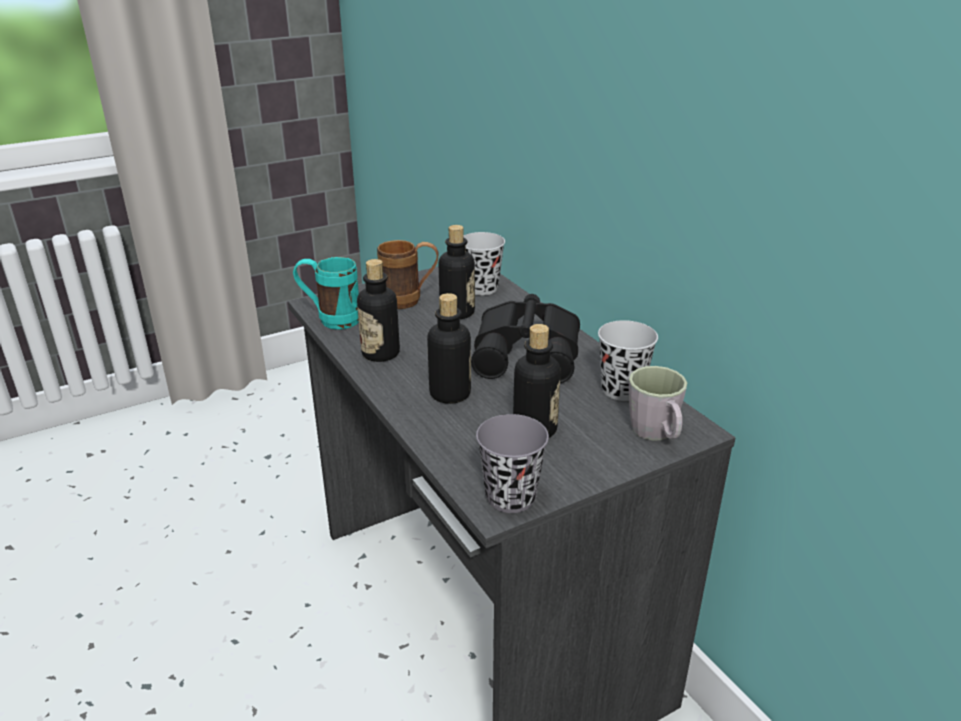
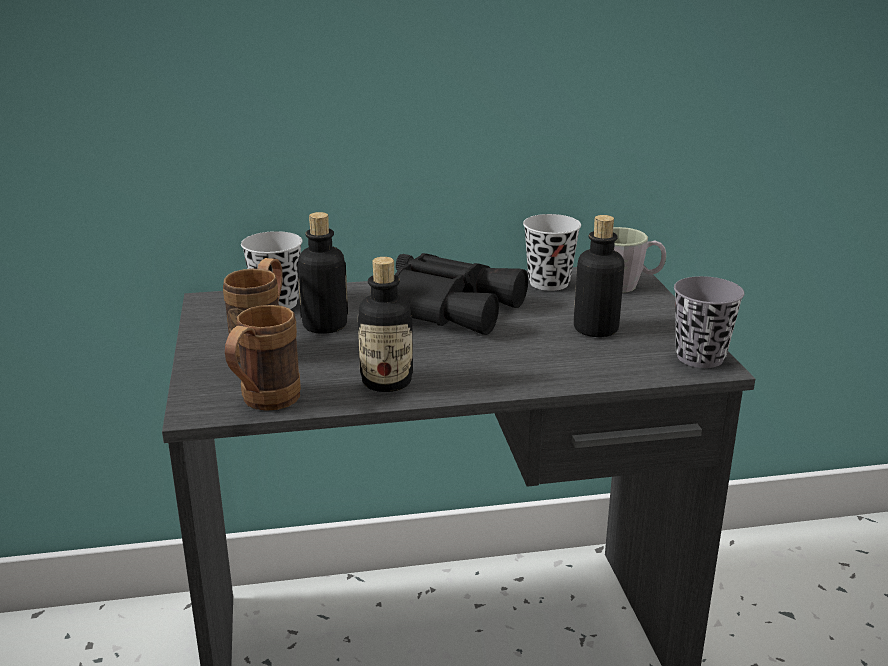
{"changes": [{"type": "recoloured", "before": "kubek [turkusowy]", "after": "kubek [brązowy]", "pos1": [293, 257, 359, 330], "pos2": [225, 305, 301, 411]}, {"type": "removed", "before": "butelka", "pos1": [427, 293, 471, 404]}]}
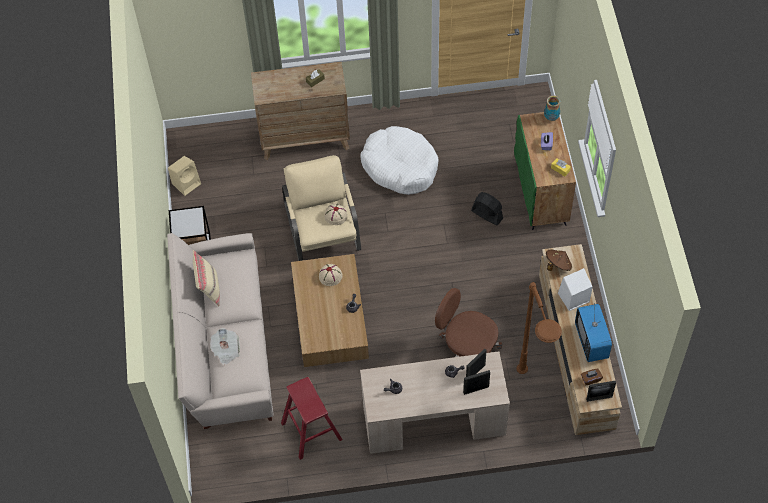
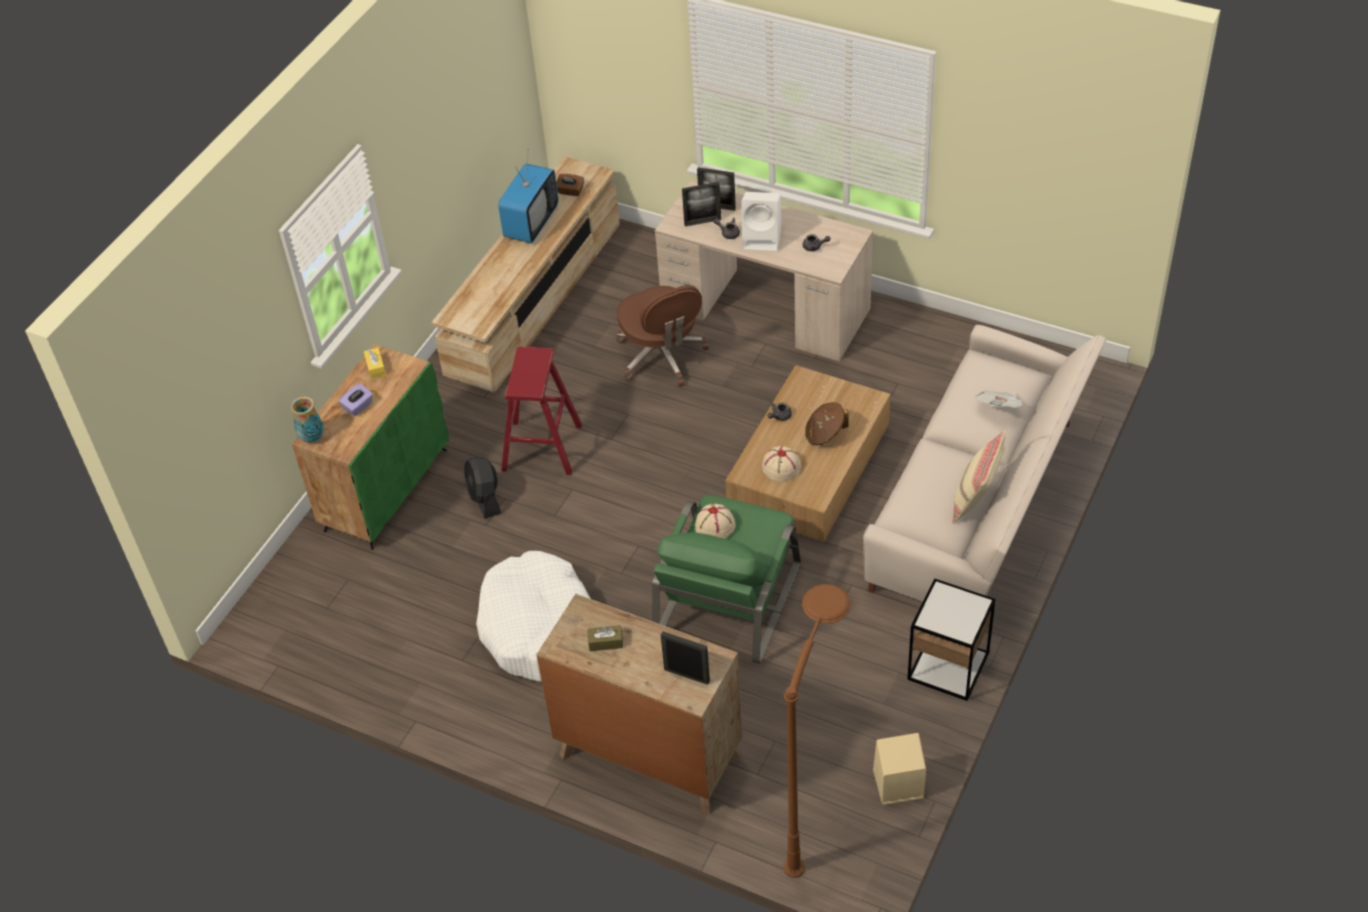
{"changes": [{"type": "recoloured", "before": "fotel [beżowy]", "after": "fotel [zielony]", "pos1": [282, 155, 361, 261], "pos2": [652, 495, 801, 664]}, {"type": "moved", "before": "kapelusz [brązowy]", "pos1": [546, 250, 572, 271], "pos2": [805, 402, 849, 445]}, {"type": "moved", "before": "głośnik [biały]", "pos1": [558, 268, 593, 311], "pos2": [741, 192, 781, 252]}, {"type": "moved", "before": "lampa stojąca [brązowy]", "pos1": [517, 282, 562, 374], "pos2": [783, 584, 851, 878]}, {"type": "moved", "before": "stołek [czerwony]", "pos1": [281, 377, 343, 460], "pos2": [501, 347, 582, 475]}, {"type": "moved", "before": "ramka na zdjęcie", "pos1": [586, 381, 616, 402], "pos2": [661, 631, 710, 685]}]}
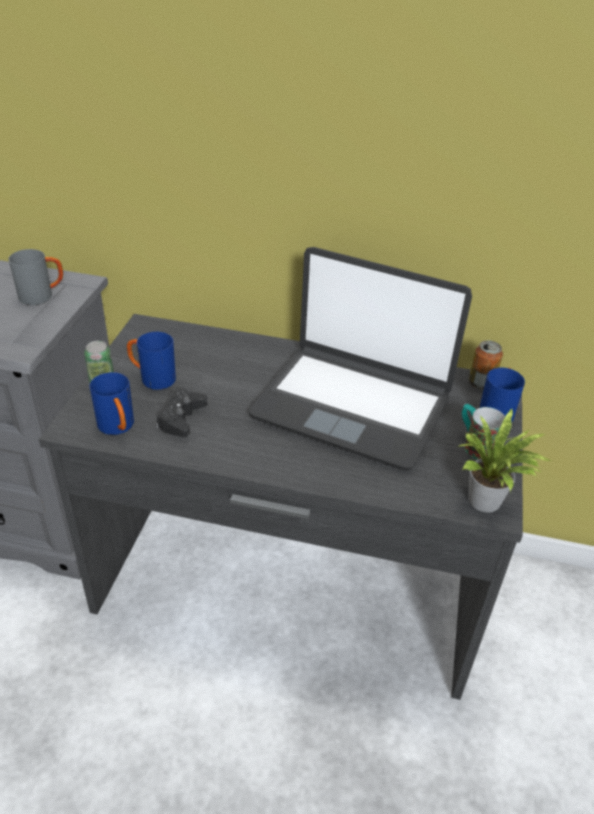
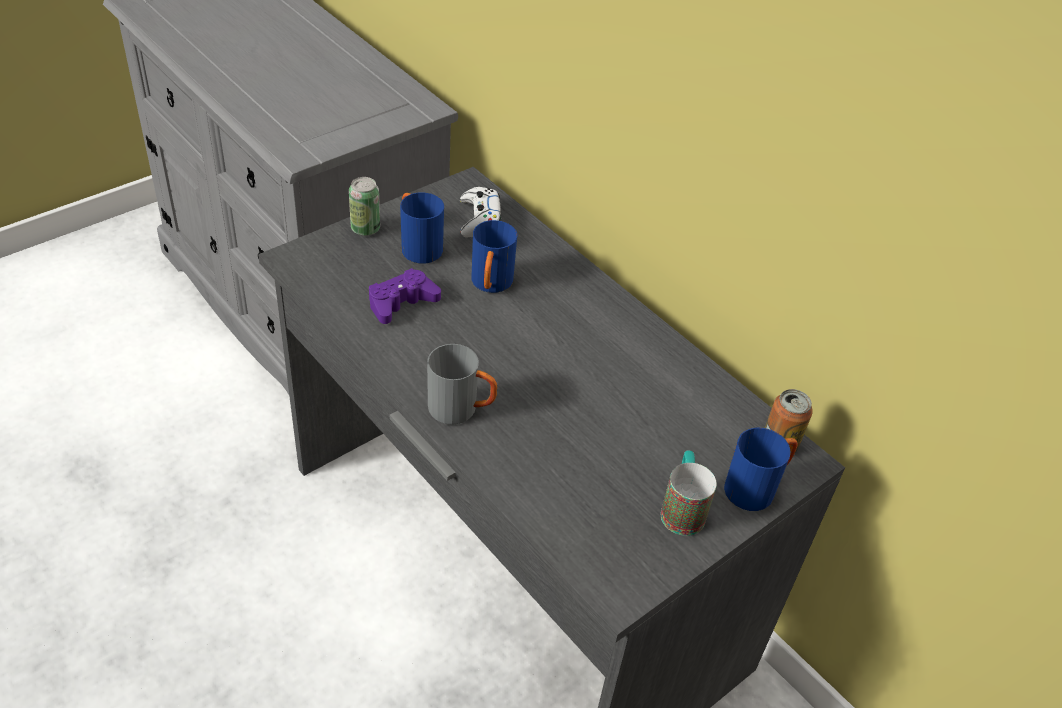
{"changes": [{"type": "removed", "before": "laptop", "pos1": [249, 247, 472, 471]}, {"type": "moved", "before": "kubek [szary]", "pos1": [8, 249, 63, 305], "pos2": [427, 344, 497, 425]}, {"type": "moved", "before": "kubek [niebieski]", "pos1": [90, 372, 134, 435], "pos2": [471, 220, 517, 293]}, {"type": "recoloured", "before": "pad do gier [czarny]", "after": "pad do gier [fioletowy]", "pos1": [156, 389, 207, 437], "pos2": [369, 268, 441, 324]}, {"type": "removed", "before": "roślina doniczkowa", "pos1": [457, 408, 551, 513]}, {"type": "added", "after": "pad do gier [biały]", "pos2": [460, 187, 501, 238]}]}
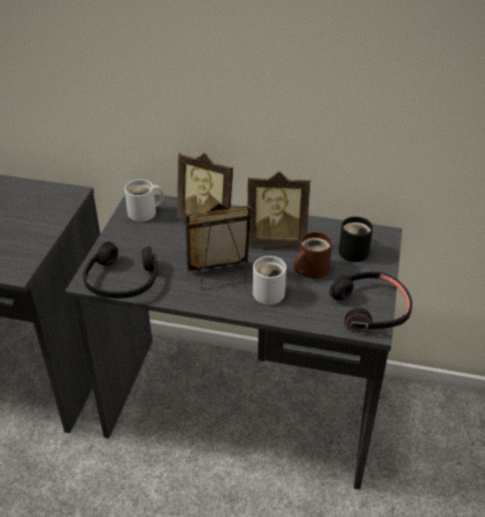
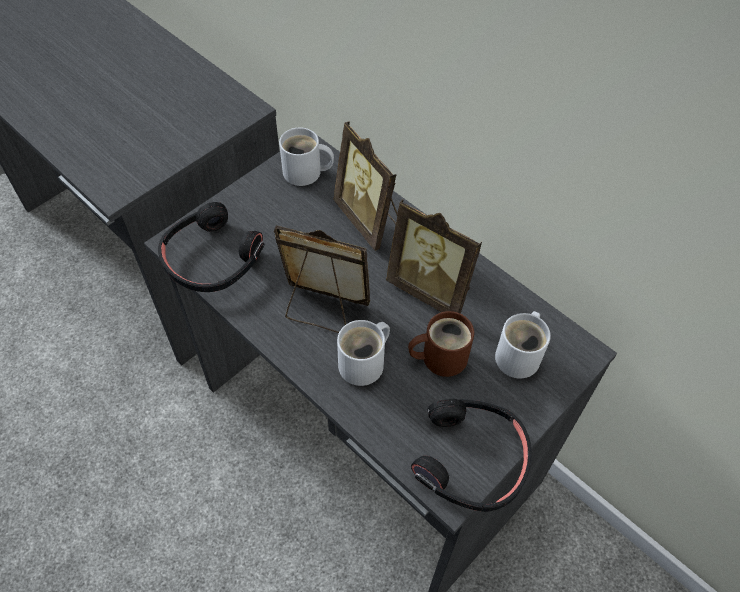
{"changes": [{"type": "recoloured", "before": "kubek [czarny]", "after": "kubek [biały]", "pos1": [339, 217, 373, 262], "pos2": [495, 311, 551, 379]}]}
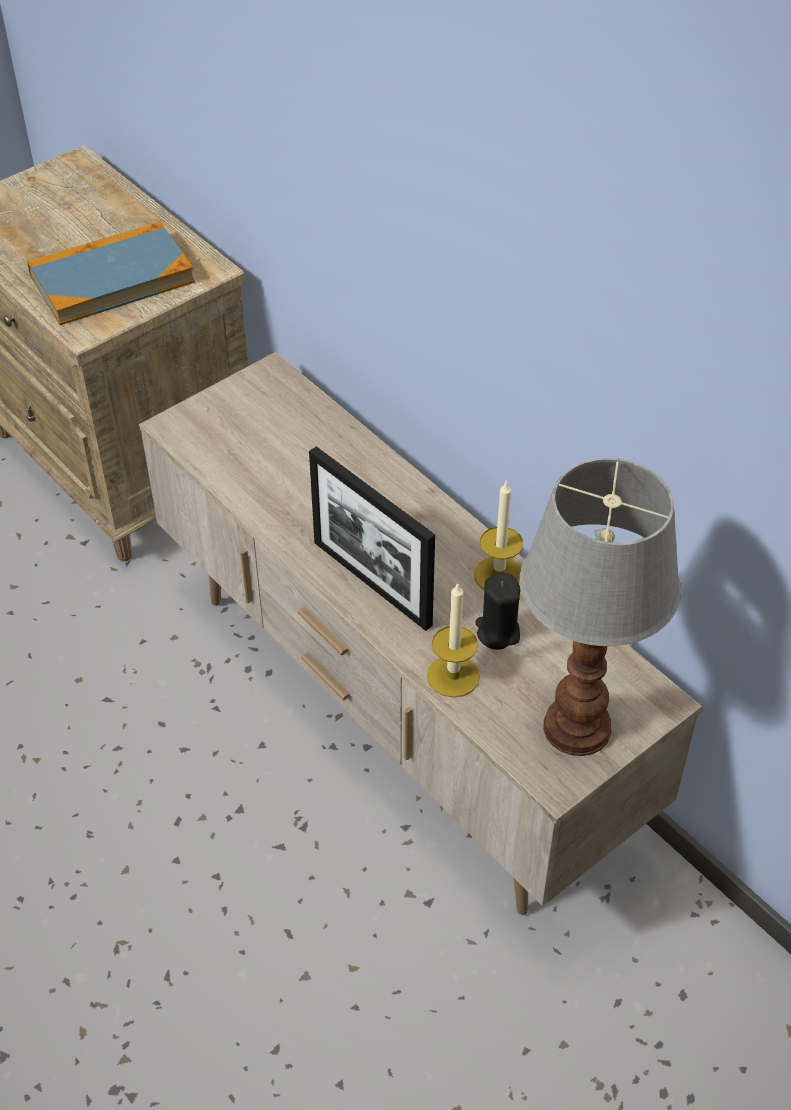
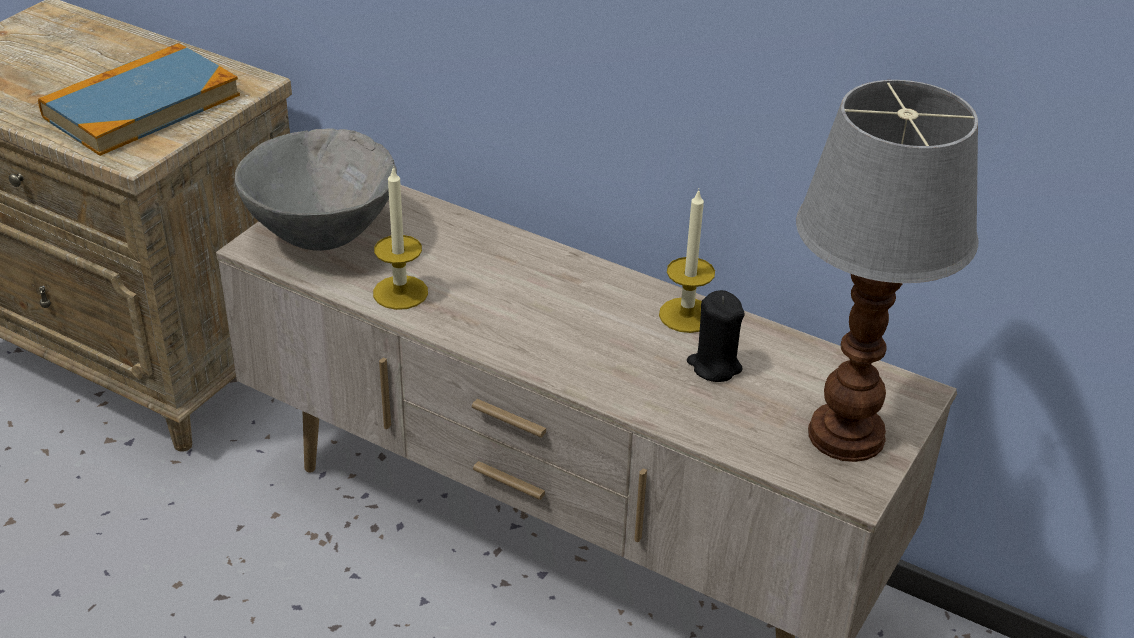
{"changes": [{"type": "removed", "before": "ramka na zdjęcie", "pos1": [309, 446, 435, 631]}, {"type": "moved", "before": "świeca", "pos1": [427, 582, 480, 698], "pos2": [373, 166, 428, 310]}, {"type": "added", "after": "miska [szary]", "pos2": [235, 129, 397, 251]}]}
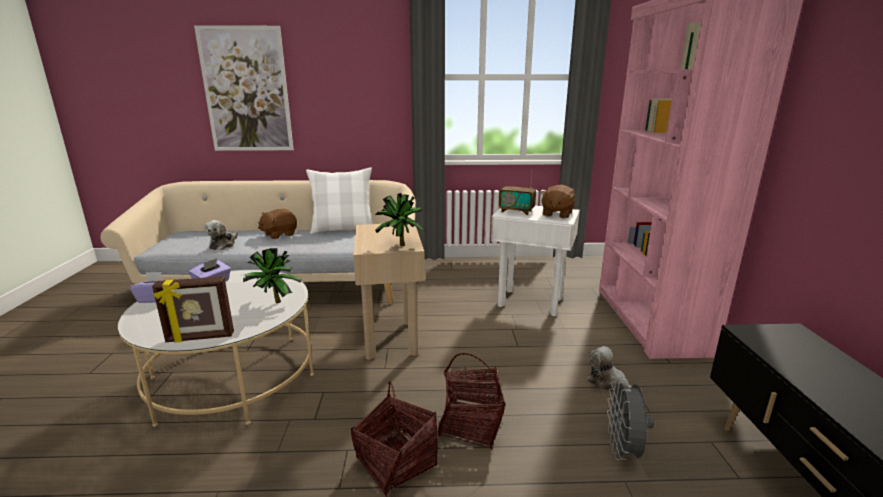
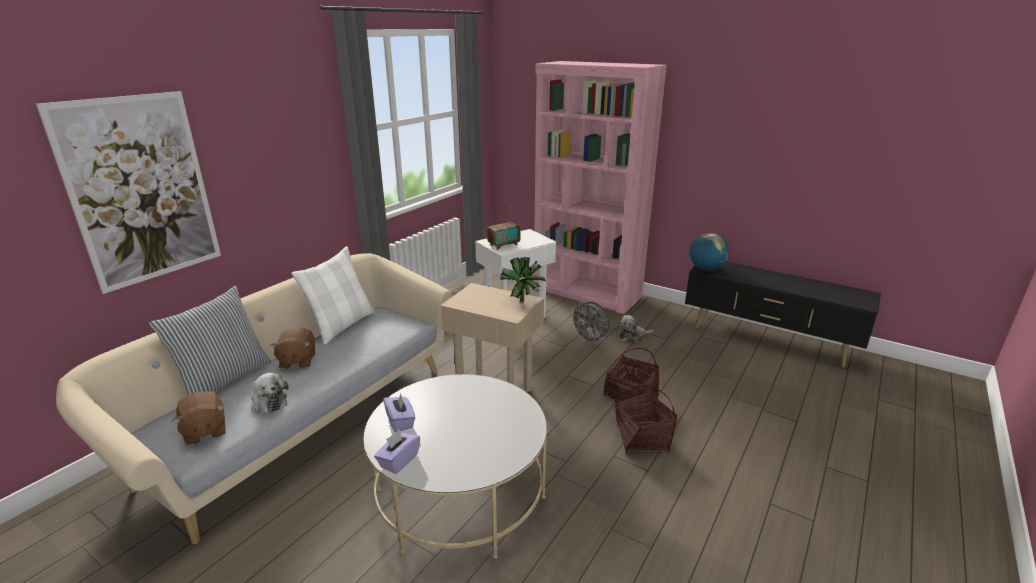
{"changes": [{"type": "moved", "before": "pluszak [brązowy]", "pos1": [540, 185, 576, 219], "pos2": [172, 391, 225, 445]}, {"type": "removed", "before": "roślina doniczkowa", "pos1": [243, 248, 301, 303]}, {"type": "removed", "before": "ramka na zdjęcie", "pos1": [152, 276, 234, 343]}, {"type": "moved", "before": "wentylator [szary]", "pos1": [607, 378, 654, 460], "pos2": [570, 301, 610, 344]}, {"type": "added", "after": "globus", "pos2": [689, 233, 729, 271]}, {"type": "added", "after": "poduszka", "pos2": [149, 286, 272, 395]}]}
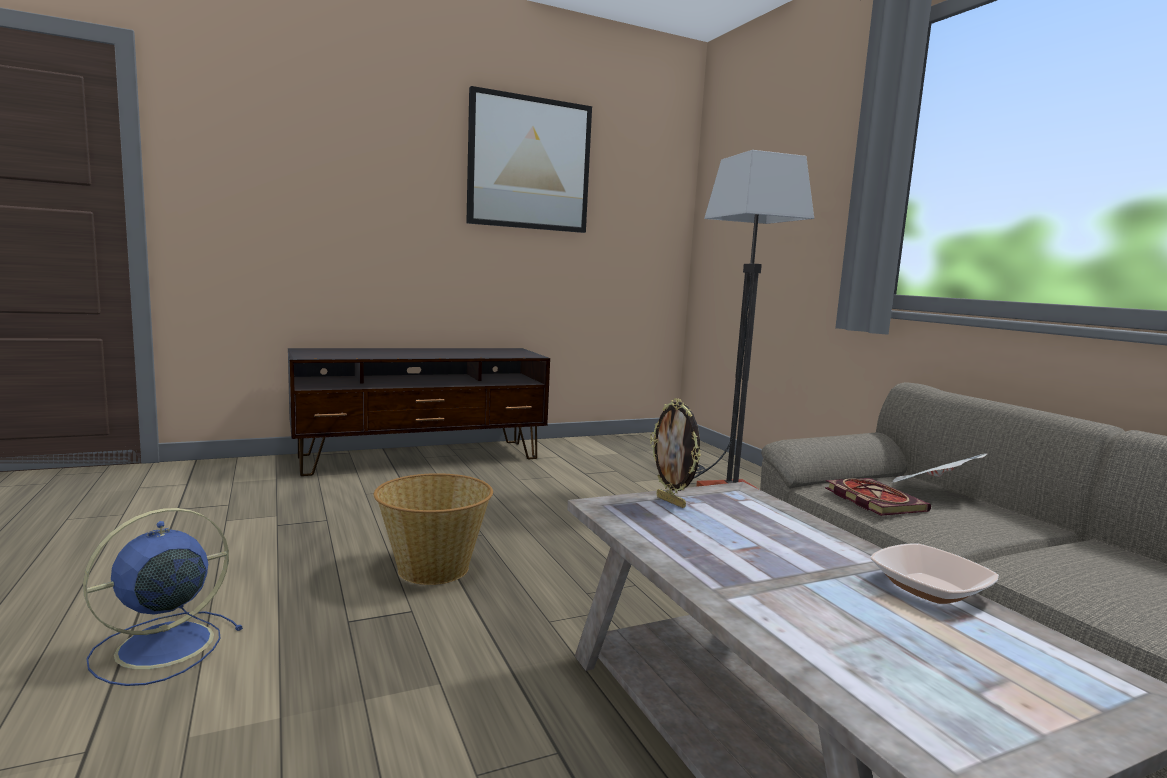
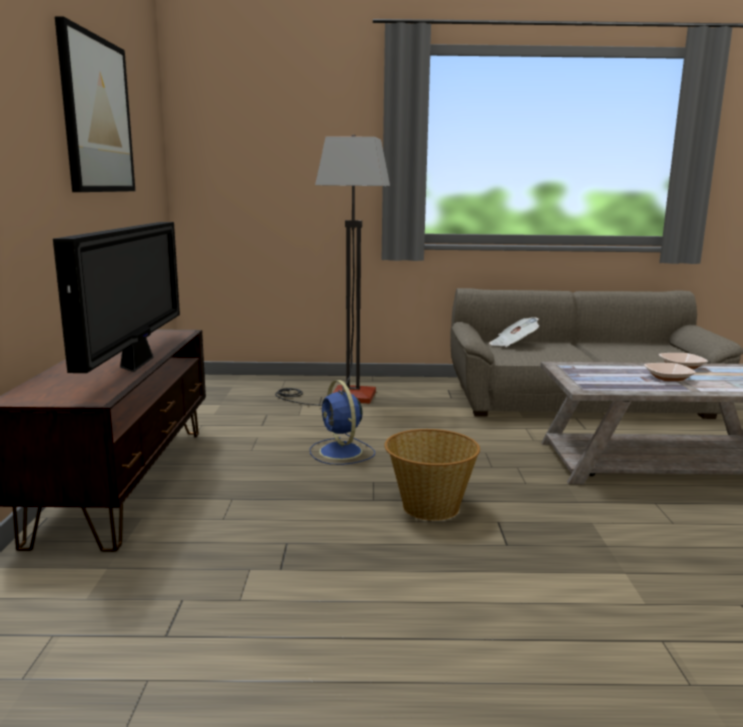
{"changes": [{"type": "removed", "before": "ramka na zdjęcie", "pos1": [650, 398, 701, 508]}, {"type": "removed", "before": "książka", "pos1": [825, 478, 931, 516]}, {"type": "moved", "before": "wentylator [niebieski]", "pos1": [83, 508, 243, 686], "pos2": [310, 380, 375, 465]}, {"type": "added", "after": "telewizor", "pos2": [53, 222, 180, 373]}, {"type": "added", "after": "miska", "pos2": [644, 363, 696, 381]}]}
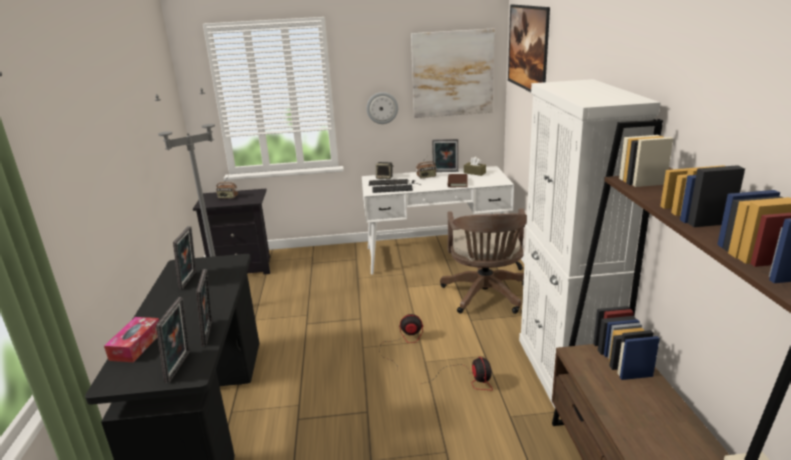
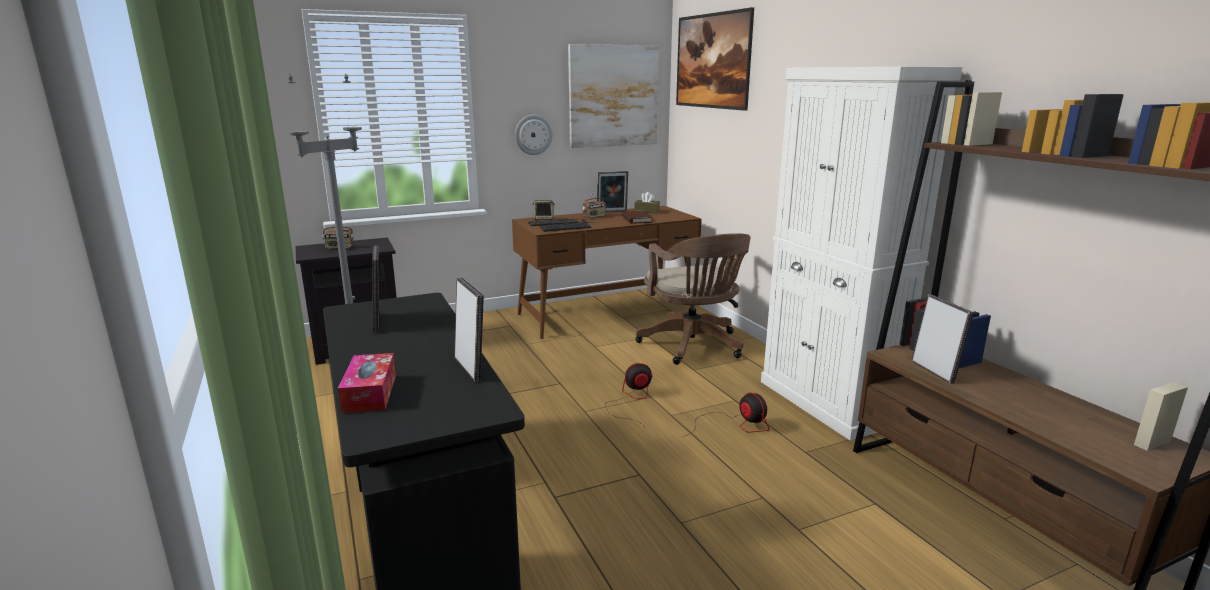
{"changes": [{"type": "recoloured", "before": "biurko [biały]", "after": "biurko [brązowy]", "pos1": [362, 166, 514, 275], "pos2": [512, 206, 702, 339]}, {"type": "moved", "before": "ramka na zdjęcie", "pos1": [156, 297, 190, 383], "pos2": [911, 294, 974, 384]}]}
